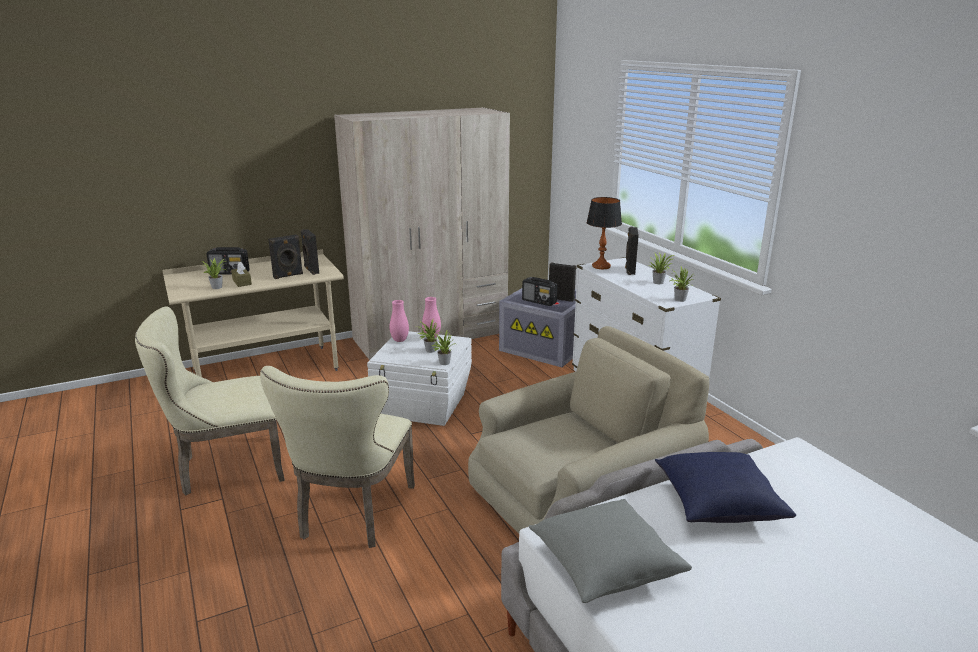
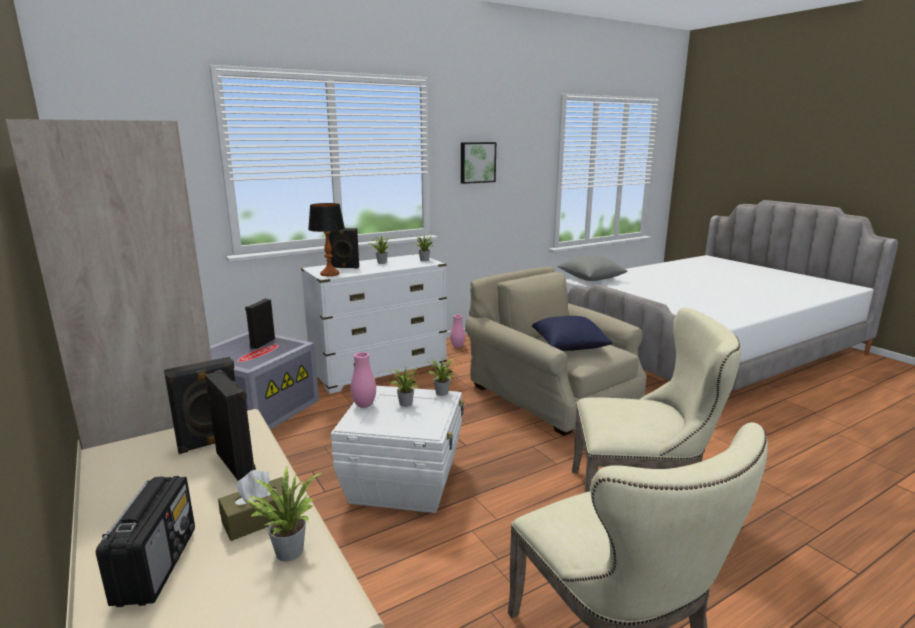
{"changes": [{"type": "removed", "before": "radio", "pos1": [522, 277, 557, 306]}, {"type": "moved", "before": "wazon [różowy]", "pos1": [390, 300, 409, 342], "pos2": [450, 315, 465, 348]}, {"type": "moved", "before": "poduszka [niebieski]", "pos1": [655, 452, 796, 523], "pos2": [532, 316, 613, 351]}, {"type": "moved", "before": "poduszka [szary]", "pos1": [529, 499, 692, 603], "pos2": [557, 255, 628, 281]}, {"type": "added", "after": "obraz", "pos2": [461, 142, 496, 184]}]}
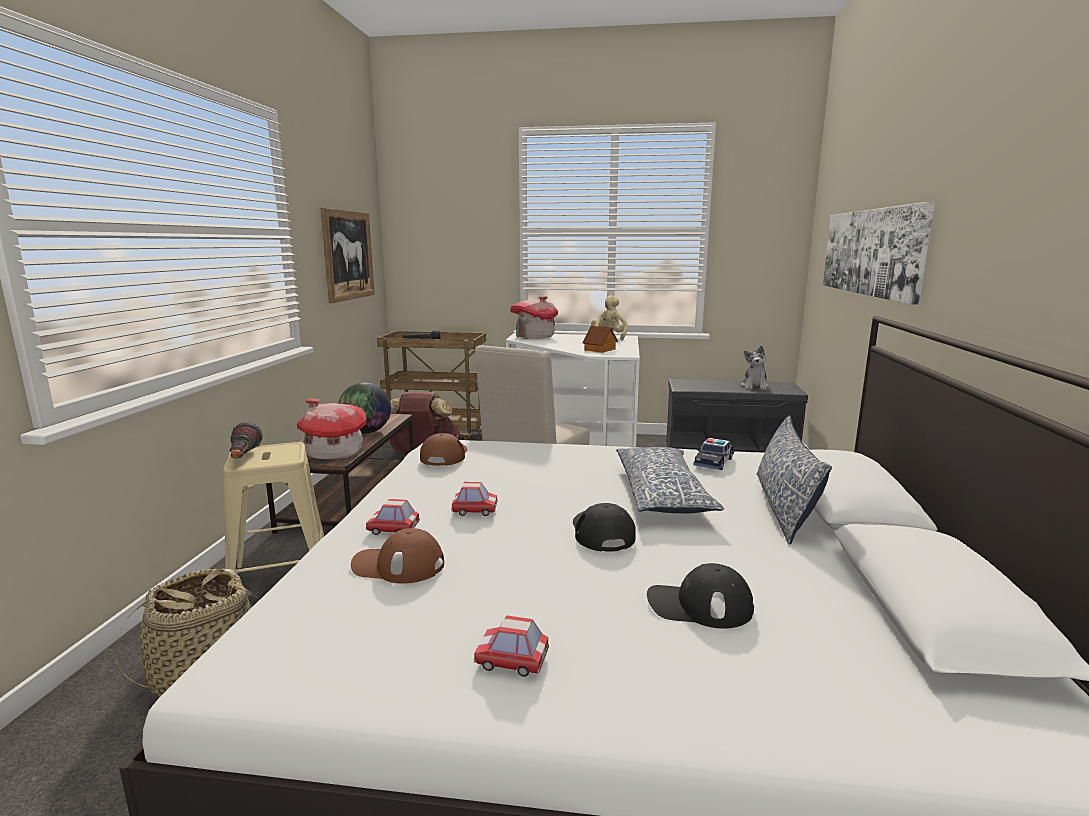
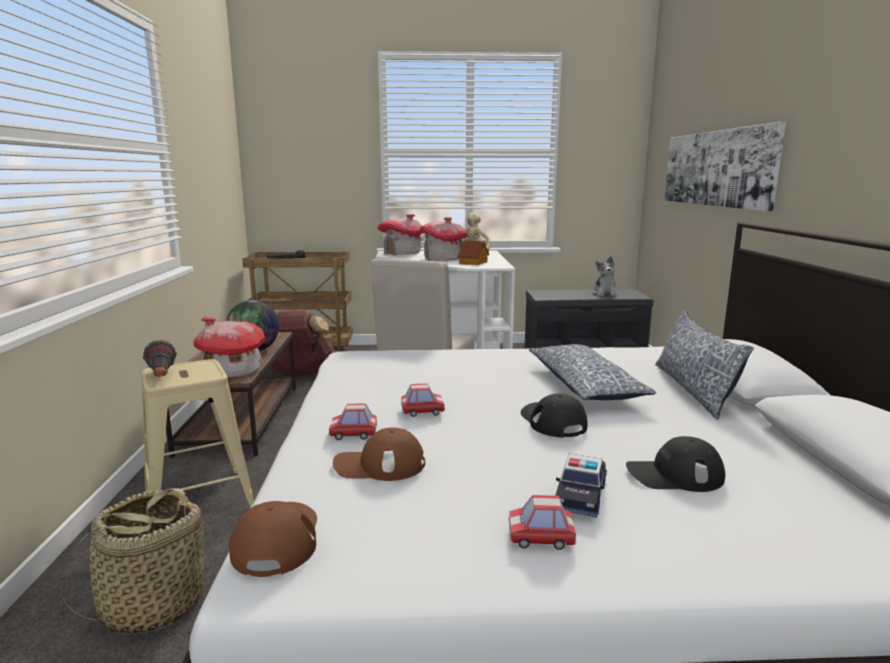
{"changes": [{"type": "removed", "before": "obraz", "pos1": [320, 208, 375, 303]}, {"type": "moved", "before": "czapka z daszkiem [brązowy]", "pos1": [420, 433, 468, 466], "pos2": [229, 501, 317, 577]}, {"type": "moved", "before": "samochodzik", "pos1": [693, 438, 734, 470], "pos2": [555, 454, 607, 518]}, {"type": "added", "after": "domek", "pos2": [419, 217, 467, 261]}]}
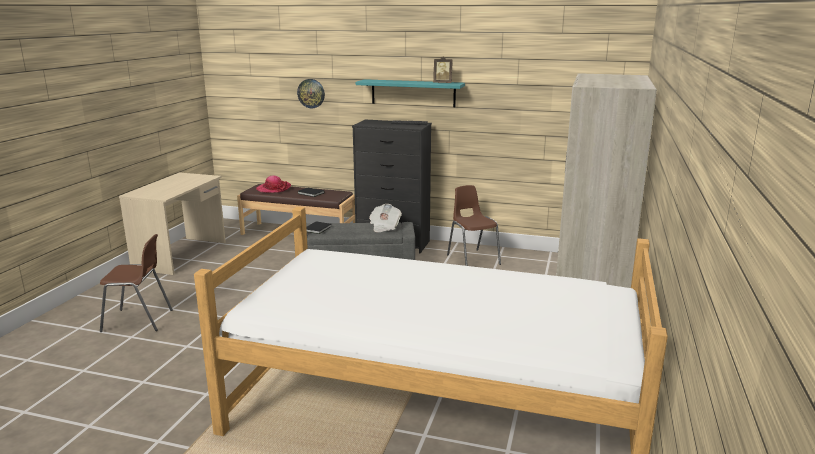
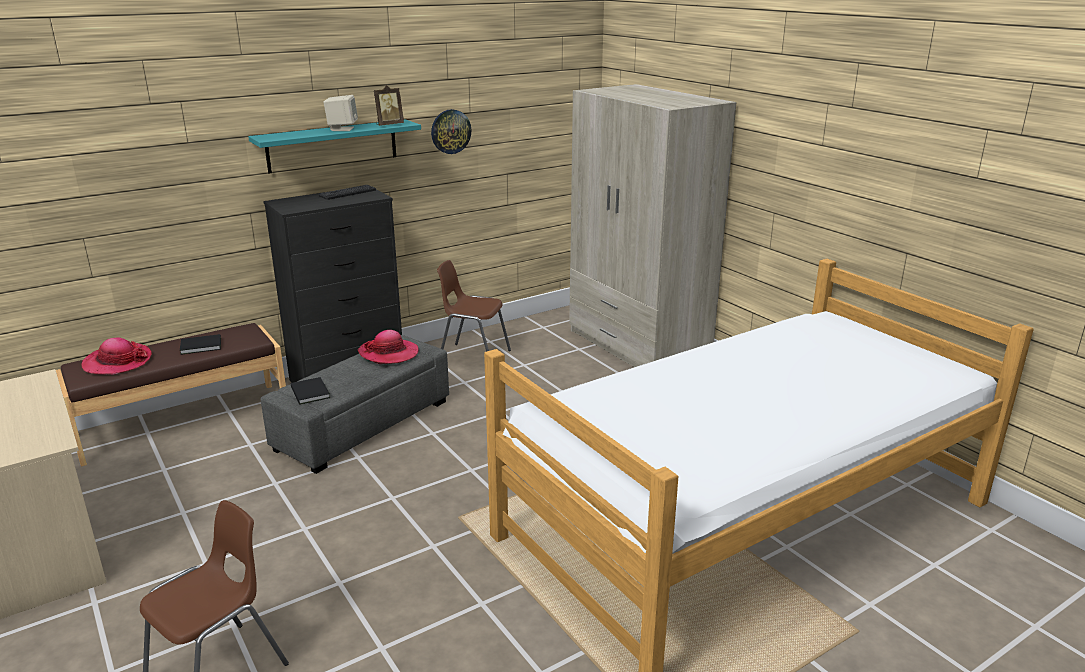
{"changes": [{"type": "moved", "before": "zegar ścienny", "pos1": [297, 79, 325, 108], "pos2": [431, 109, 471, 154]}, {"type": "replaced", "before": "gazeta", "after": "kapelusz", "pos1": [369, 204, 402, 232], "pos2": [358, 330, 419, 364]}, {"type": "added", "after": "głośnik [beżowy]", "pos2": [324, 95, 358, 131]}]}
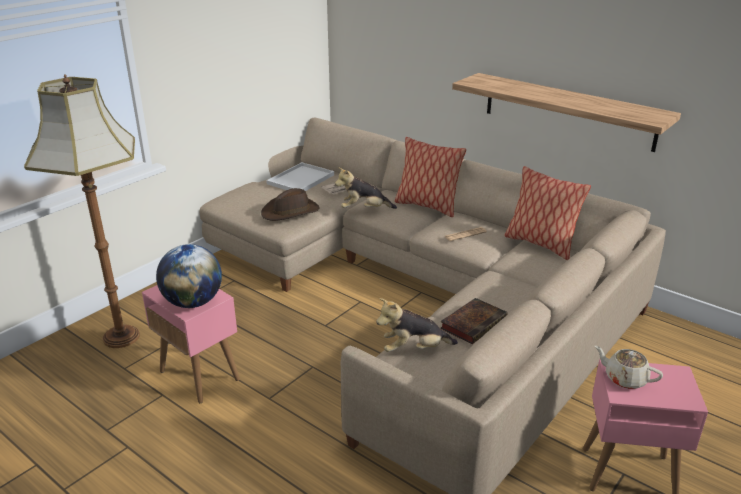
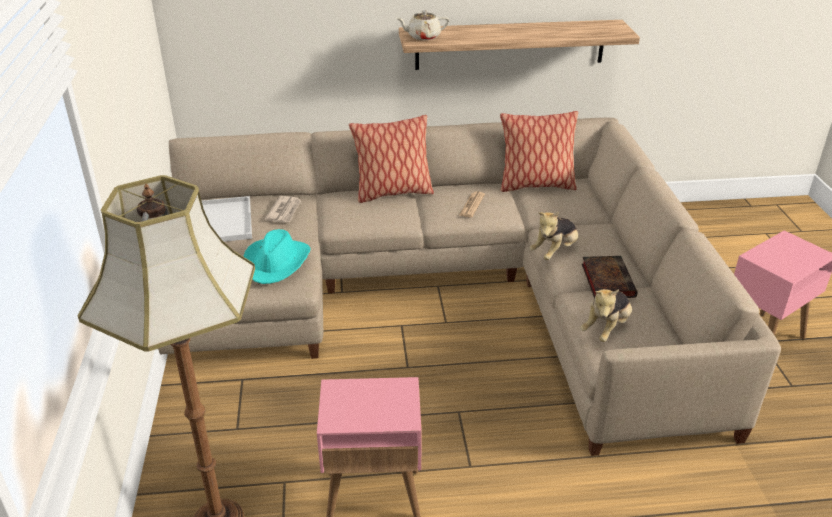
{"changes": [{"type": "moved", "before": "pluszak", "pos1": [335, 167, 397, 209], "pos2": [529, 212, 578, 260]}, {"type": "recoloured", "before": "kapelusz [brązowy]", "after": "kapelusz [turkusowy]", "pos1": [261, 188, 320, 221], "pos2": [243, 229, 311, 284]}, {"type": "removed", "before": "globus", "pos1": [156, 244, 222, 308]}, {"type": "moved", "before": "imbryk [beżowy]", "pos1": [595, 346, 663, 389], "pos2": [396, 10, 449, 40]}]}
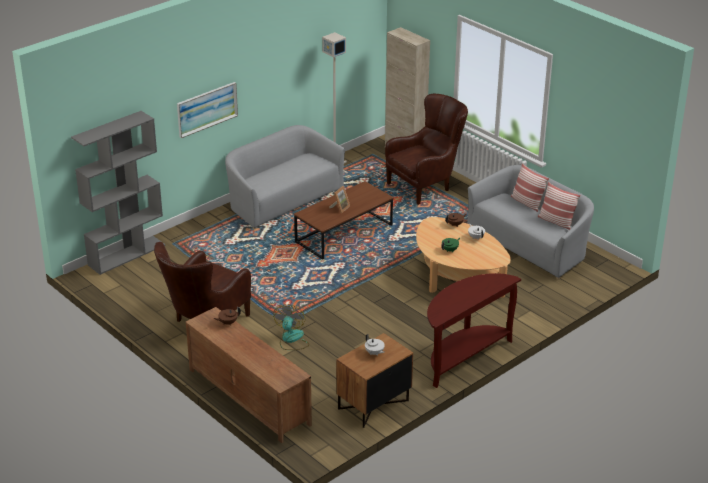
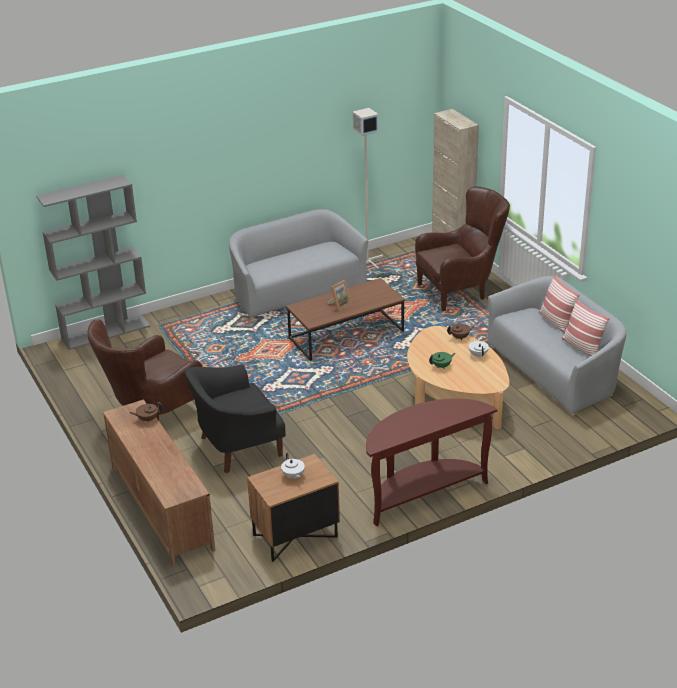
{"changes": [{"type": "removed", "before": "obraz", "pos1": [177, 82, 238, 138]}, {"type": "replaced", "before": "wentylator", "after": "fotel [czarny]", "pos1": [273, 304, 309, 350], "pos2": [185, 365, 286, 473]}]}
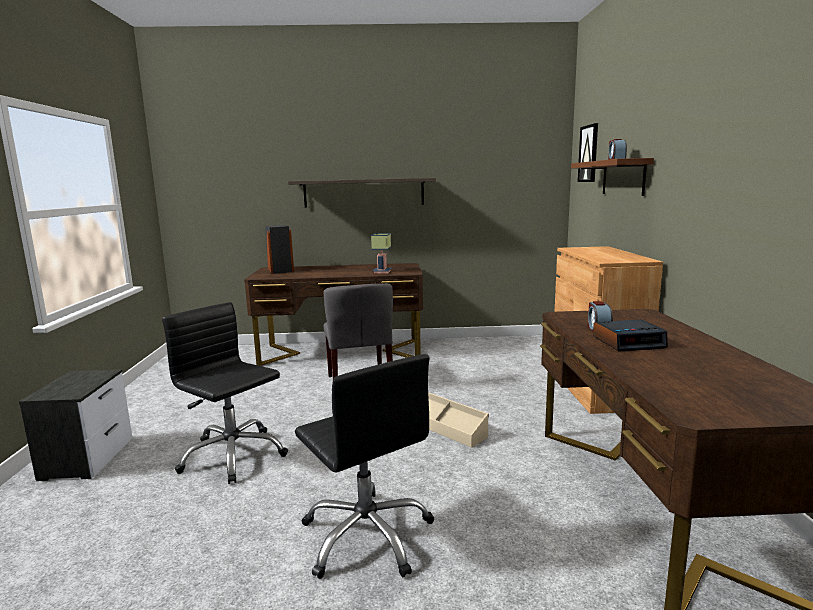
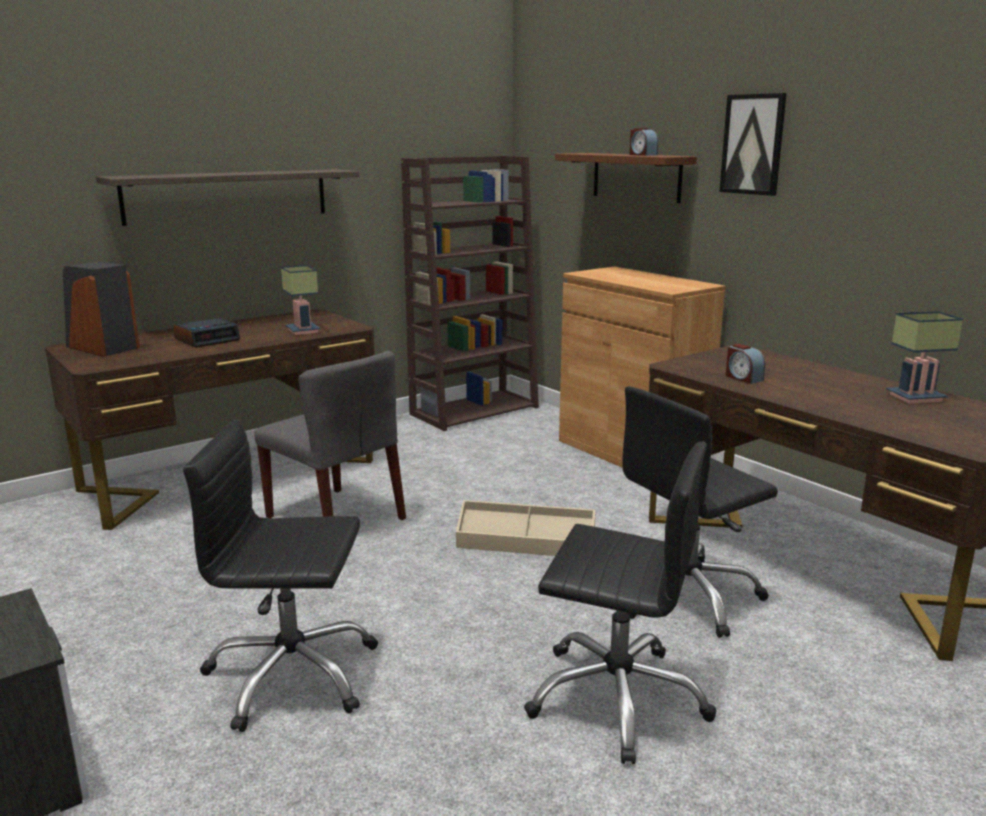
{"changes": [{"type": "moved", "before": "obraz", "pos1": [577, 123, 598, 182], "pos2": [719, 93, 787, 196]}, {"type": "moved", "before": "budzik", "pos1": [593, 319, 668, 352], "pos2": [173, 318, 240, 348]}, {"type": "added", "after": "regał [brązowy]", "pos2": [401, 156, 539, 431]}, {"type": "added", "after": "lampa stołowa", "pos2": [886, 311, 963, 404]}, {"type": "added", "after": "krzesło biurowe [czarny]", "pos2": [622, 386, 778, 638]}]}
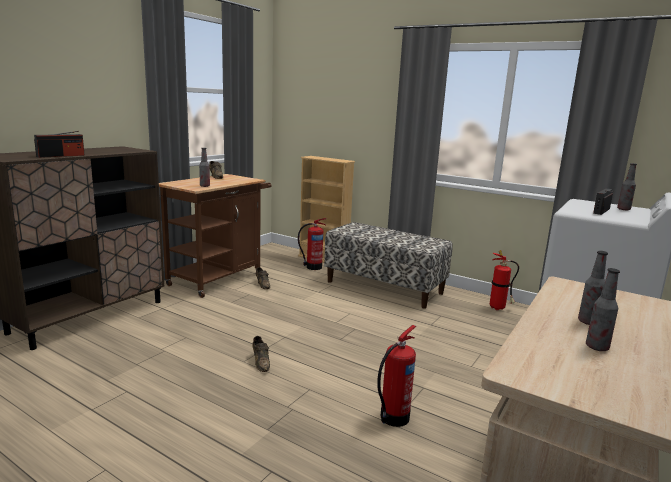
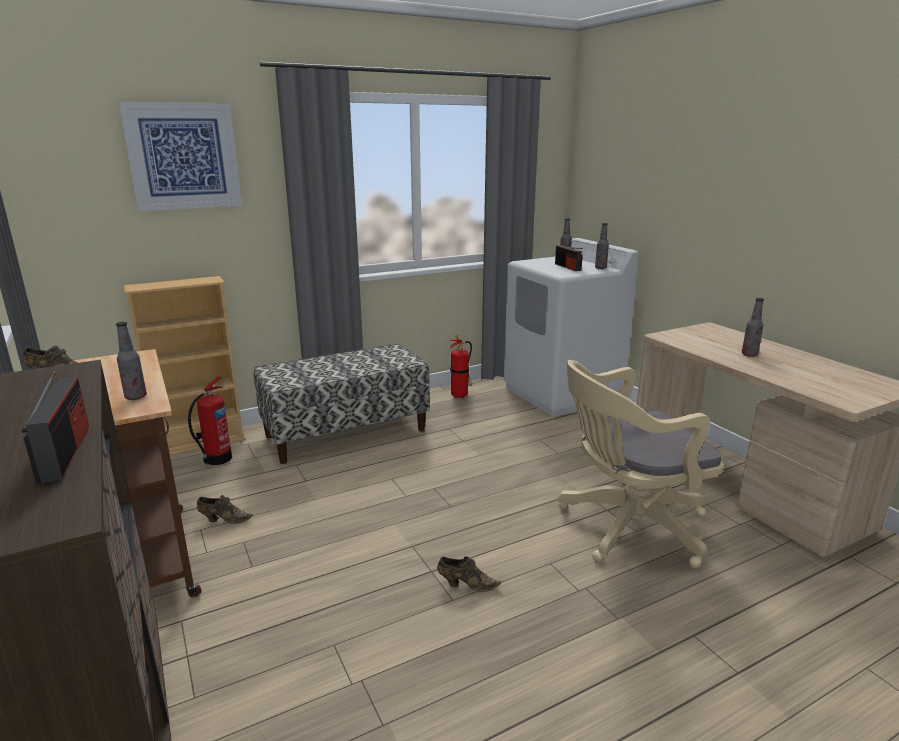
{"changes": [{"type": "moved", "before": "butelka", "pos1": [586, 268, 620, 351], "pos2": [595, 223, 609, 269]}, {"type": "replaced", "before": "gaśnica", "after": "krzesło biurowe [beżowy]", "pos1": [377, 325, 416, 427], "pos2": [558, 360, 723, 569]}, {"type": "added", "after": "obraz", "pos2": [118, 101, 242, 211]}]}
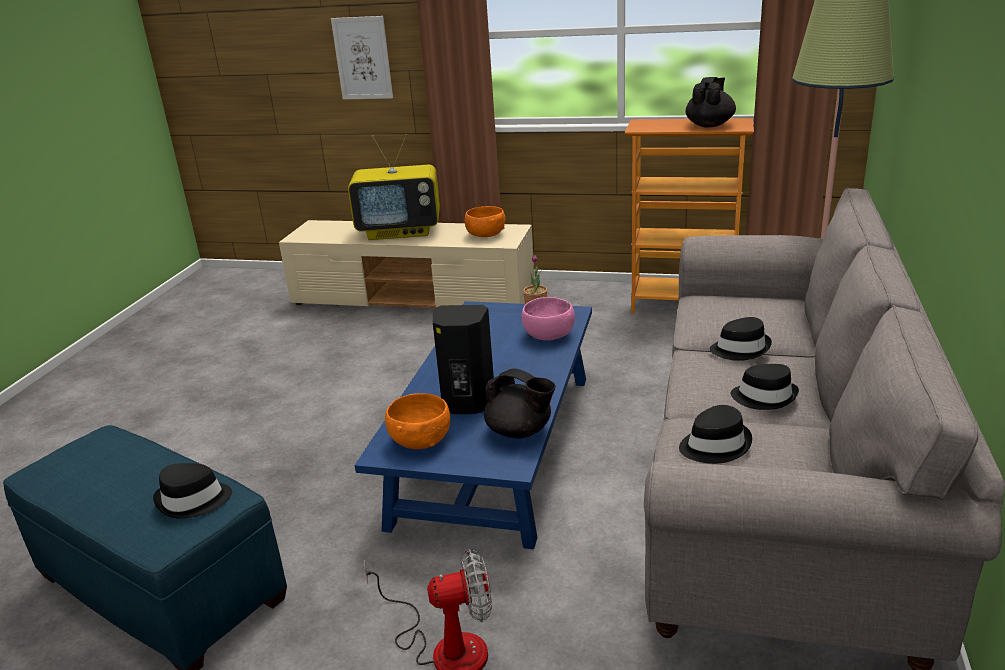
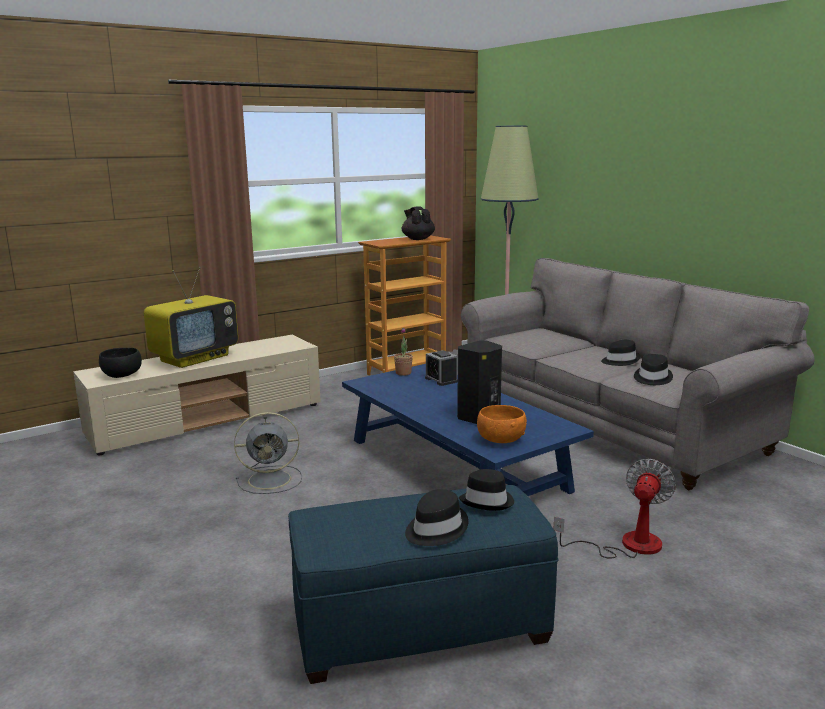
{"changes": [{"type": "removed", "before": "obraz", "pos1": [331, 16, 393, 99]}, {"type": "removed", "before": "miska [pomarańczowy]", "pos1": [465, 206, 505, 237]}, {"type": "replaced", "before": "miska [różowy]", "after": "budzik", "pos1": [522, 297, 575, 340], "pos2": [425, 350, 458, 386]}, {"type": "moved", "before": "kapelusz [czarny]", "pos1": [710, 317, 772, 361], "pos2": [405, 489, 469, 546]}, {"type": "removed", "before": "imbryk [czarny]", "pos1": [484, 368, 556, 439]}, {"type": "added", "after": "miska [czarny]", "pos2": [99, 348, 142, 378]}, {"type": "added", "after": "wentylator [szary]", "pos2": [234, 412, 302, 494]}]}
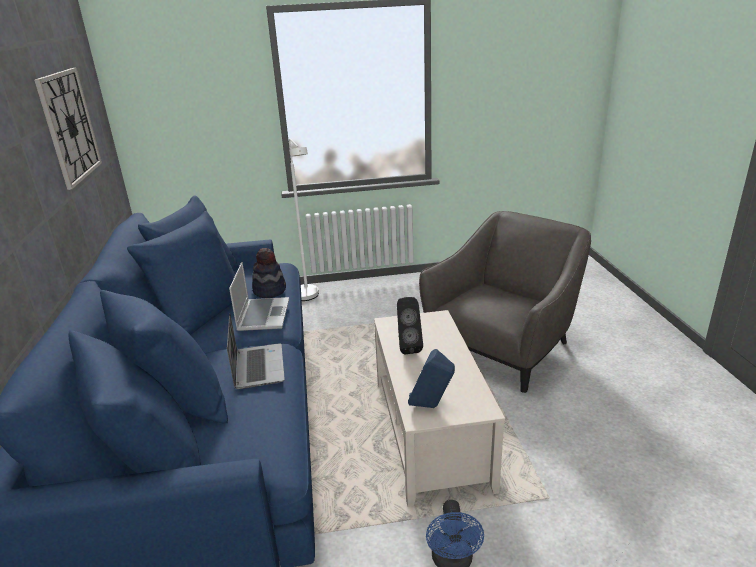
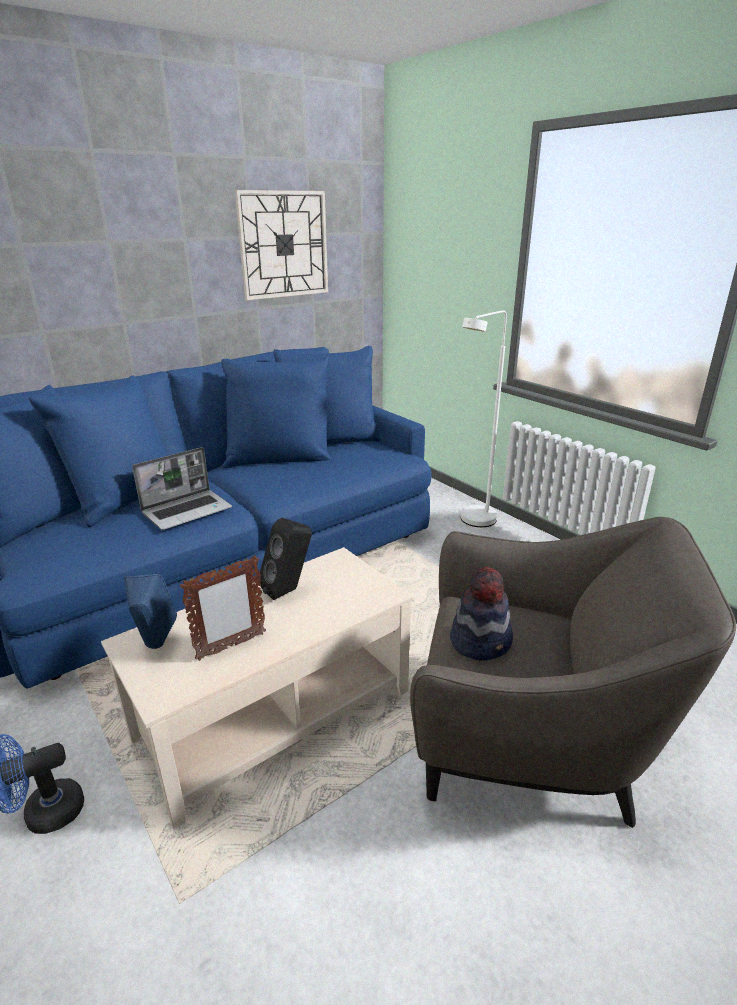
{"changes": [{"type": "moved", "before": "kapelusz", "pos1": [252, 248, 286, 298], "pos2": [450, 566, 513, 661]}, {"type": "removed", "before": "laptop", "pos1": [229, 262, 289, 331]}, {"type": "added", "after": "ramka na zdjęcie", "pos2": [180, 555, 266, 661]}]}
